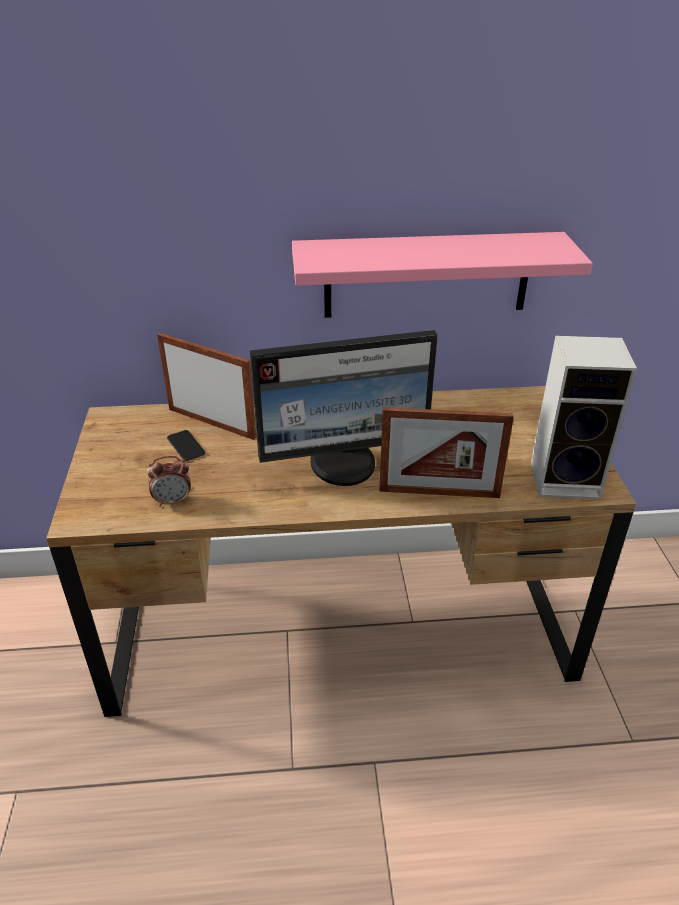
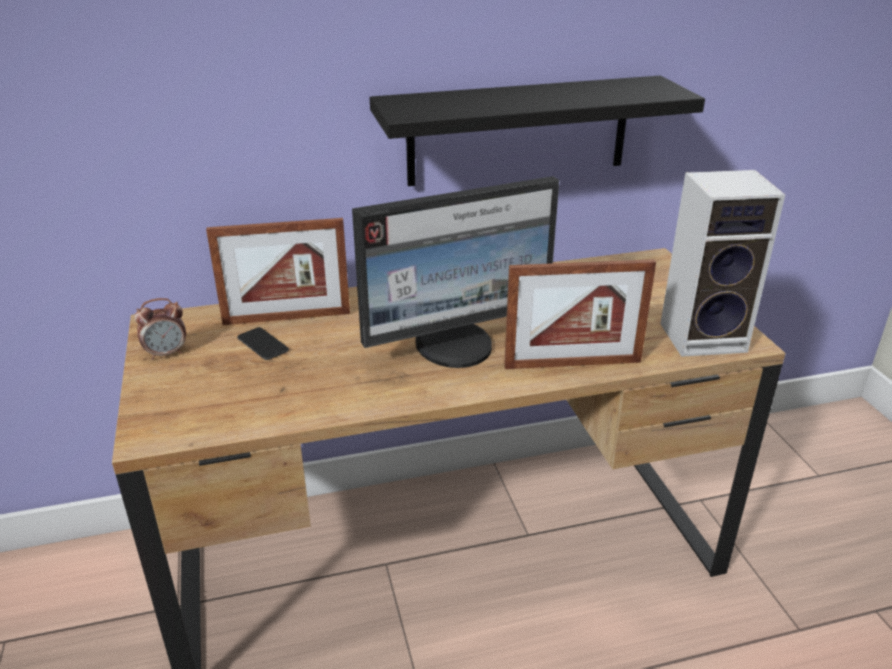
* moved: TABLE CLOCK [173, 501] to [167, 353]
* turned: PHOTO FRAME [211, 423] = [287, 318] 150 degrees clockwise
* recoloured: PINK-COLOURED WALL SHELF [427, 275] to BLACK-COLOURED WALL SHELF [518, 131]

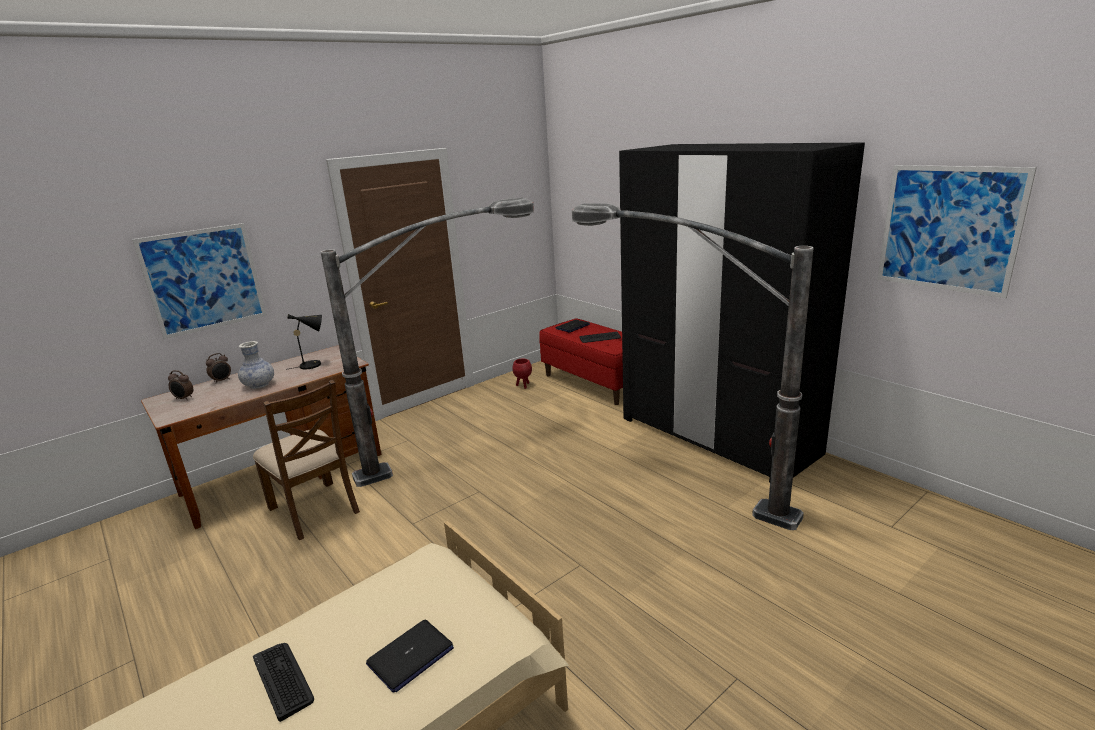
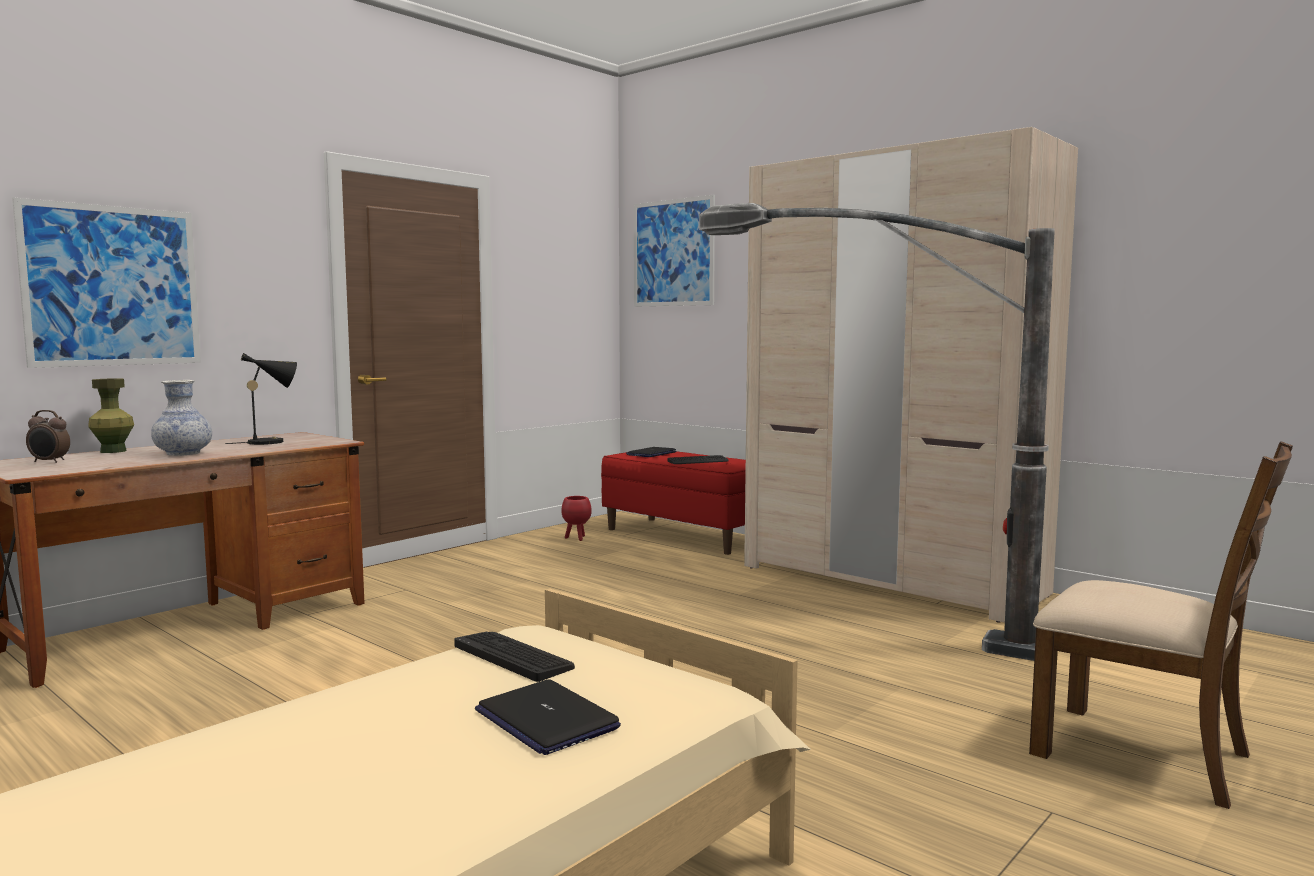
* replaced: TABLE CLOCK [222, 380] to GREEN-COLOURED VASE [113, 451]
* moved: PC KEYBOARD [283, 679] to [513, 656]
* turned: LAPTOP [410, 656] = [546, 719] 105 degrees clockwise
* moved: WALL PICTURE [948, 229] to [673, 253]
* recoloured: BLACK-COLOURED ARMOIRE [716, 435] to BEIGE ARMOIRE [889, 580]
* moved: BROWN CHAIR [315, 509] to [1143, 754]
* removed: FLOOR LAMP [456, 451]

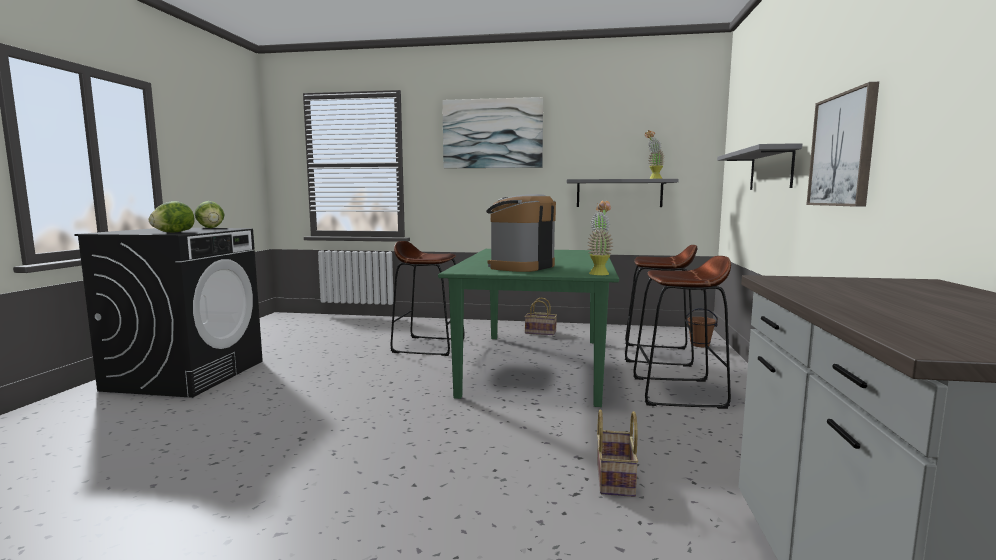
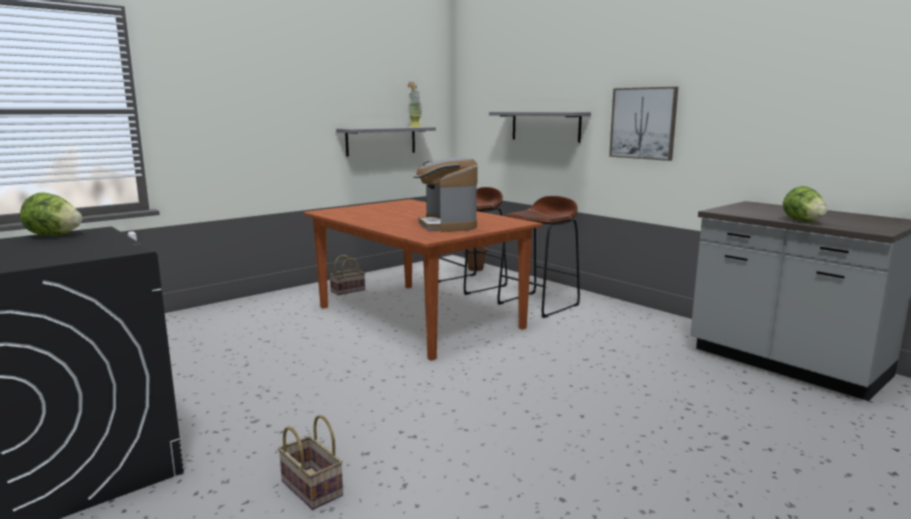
* moved: STORAGE BASKET [613, 478] to [309, 488]
* recoloured: GREEN-COLOURED DINNER TABLE [536, 366] to BROWN DINNER TABLE [419, 317]
* moved: LETTUCE HEAD [173, 232] to [802, 221]
* removed: BROWN STOOL SEAT [429, 346]
* removed: WALL PICTURE [492, 134]
* removed: POTTED PLANT [599, 273]

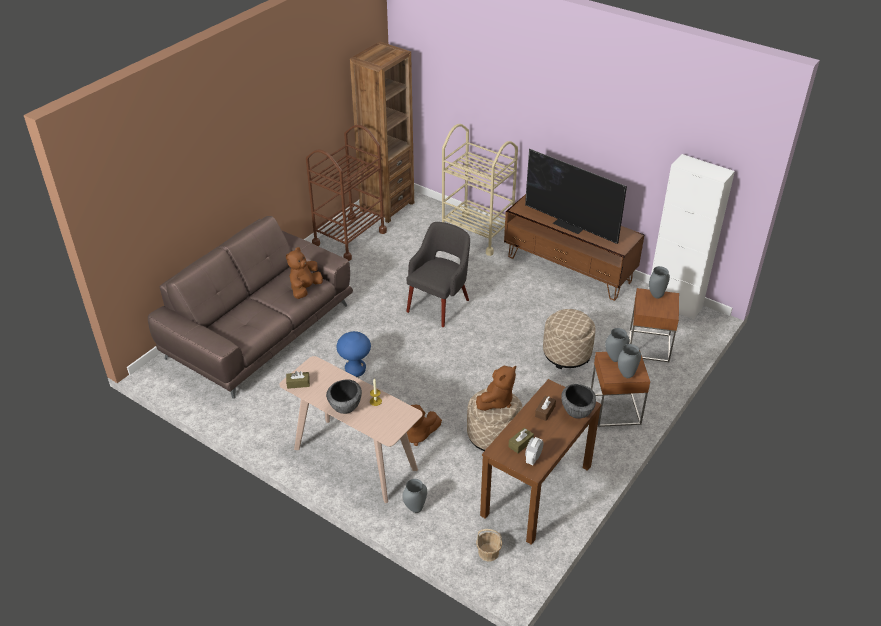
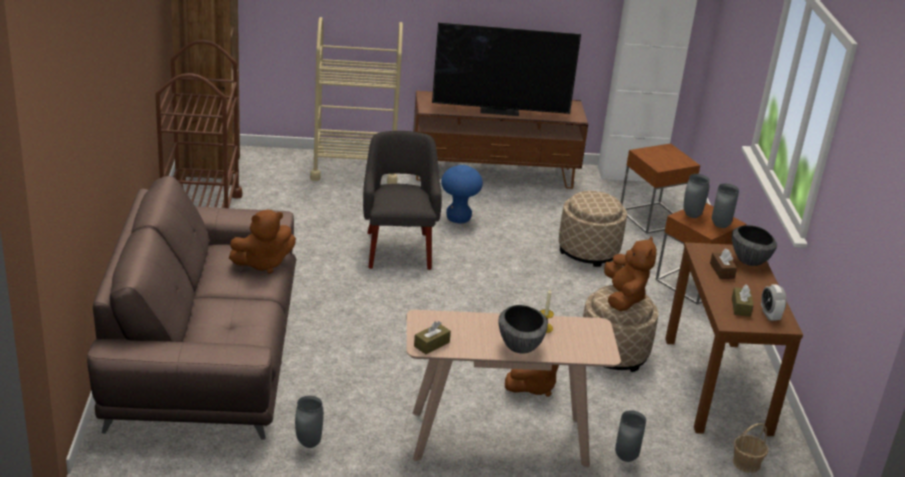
* turned: BROWN SOFT TOY [305, 289] = [263, 263] 105 degrees counterclockwise
* moved: GRAY VASE [656, 295] to [308, 443]
* moved: BLUE STOOL SEAT [355, 371] to [458, 218]

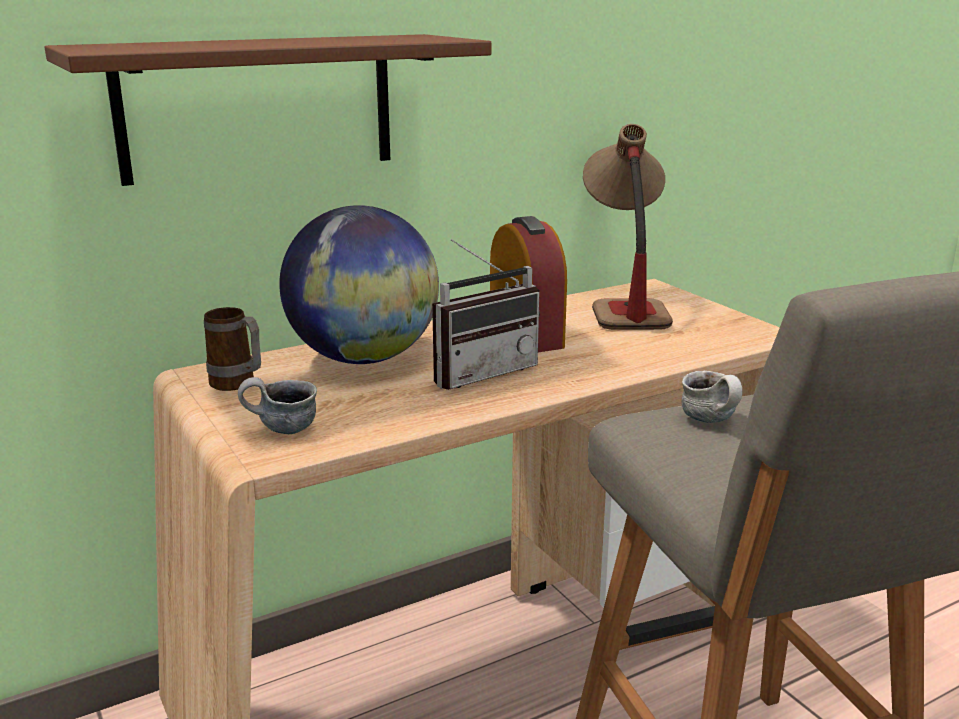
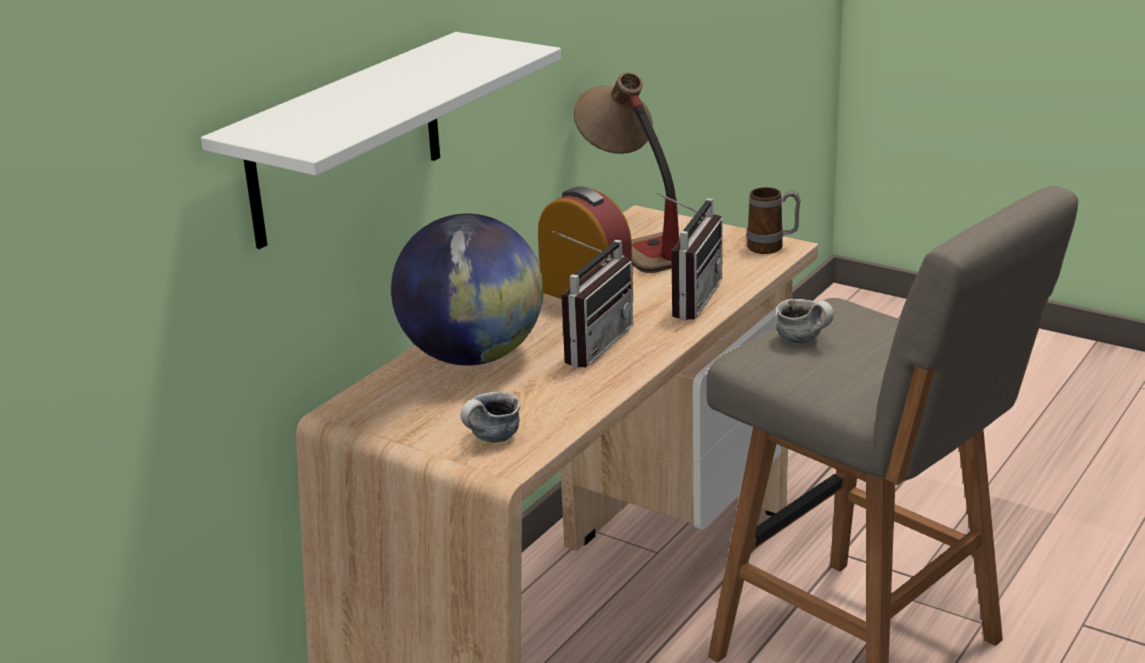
* recoloured: BROWN WALL SHELF [258, 107] to WHITE-COLOURED WALL SHELF [346, 140]
* added: RADIO SET [686, 298]
* moved: COFFEE MUG [238, 385] to [772, 247]

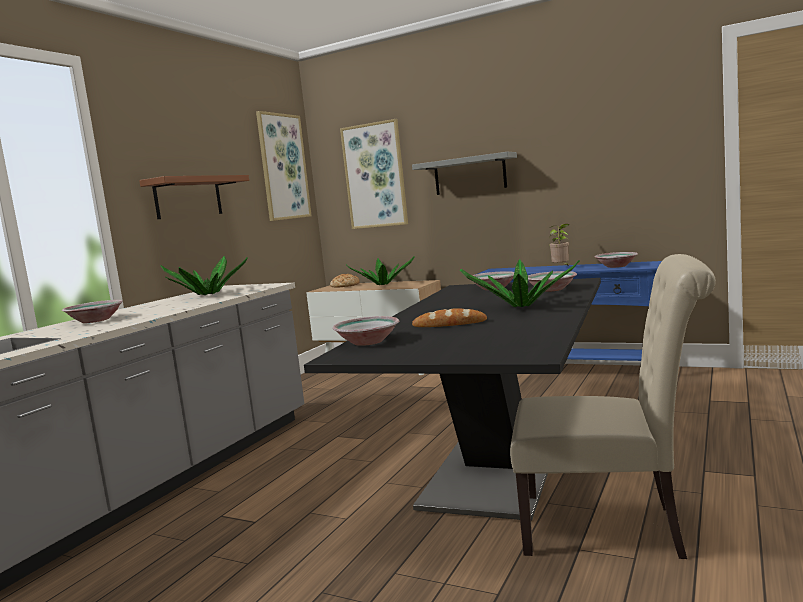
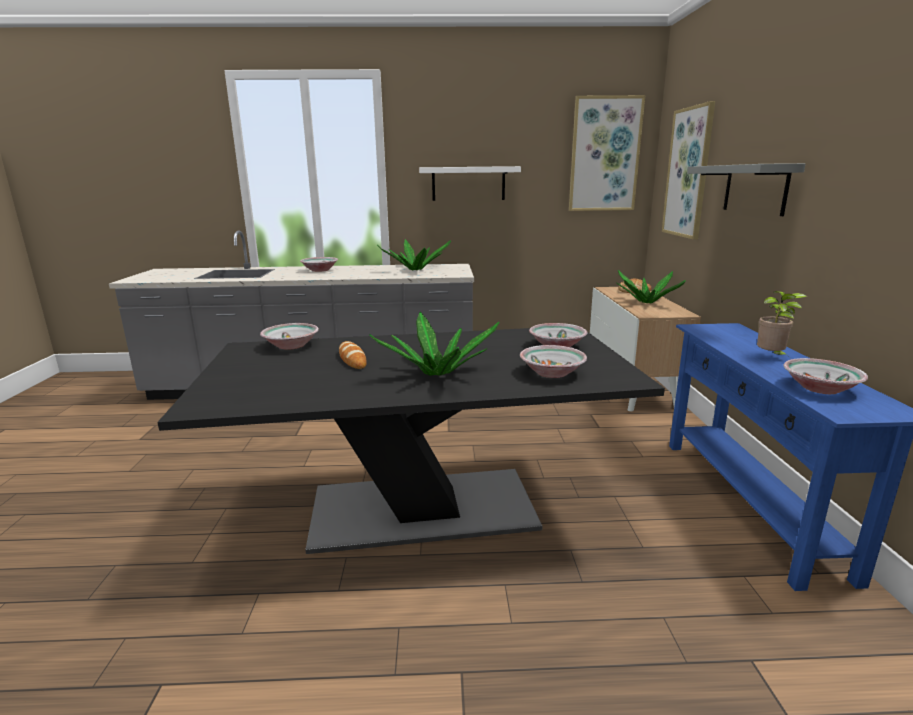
* recoloured: BROWN WALL SHELF [188, 197] to WHITE-COLOURED WALL SHELF [468, 183]
* removed: BEIGE CHAIR [612, 529]

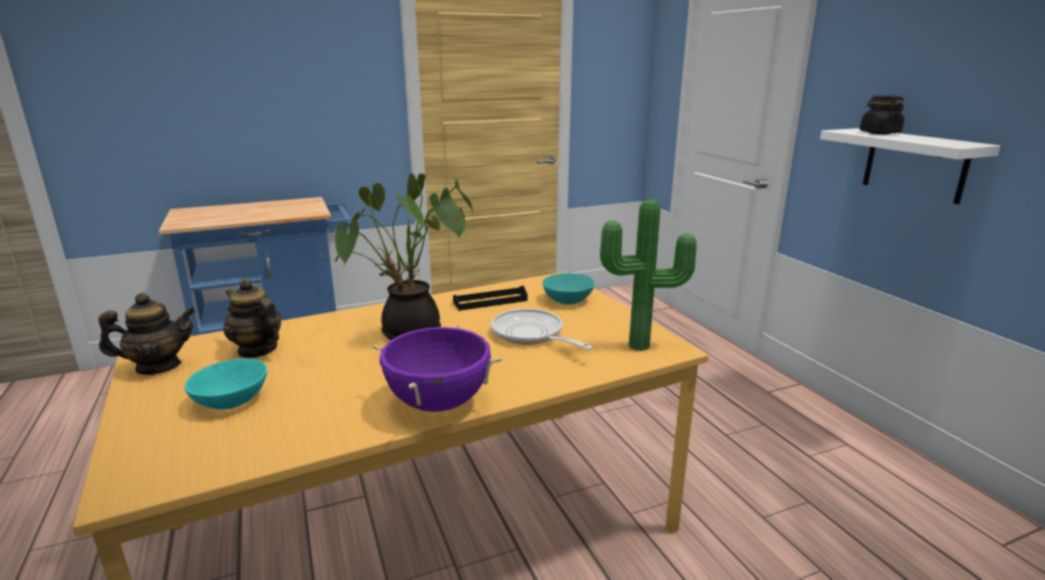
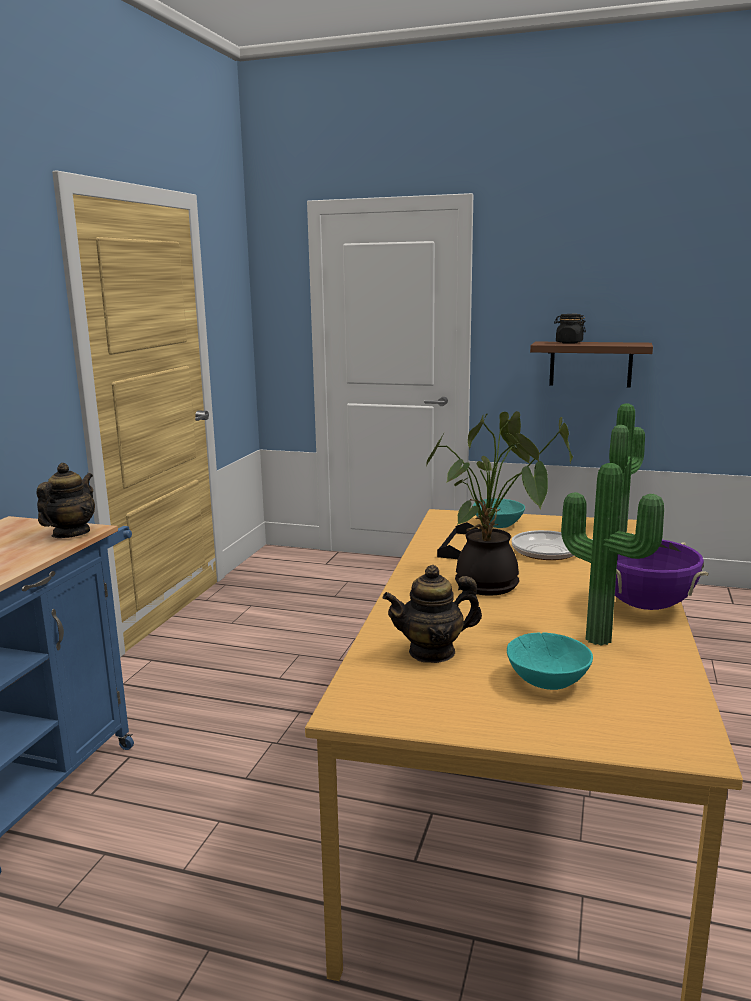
* moved: TEA POT [158, 367] to [70, 533]
* recoloured: WHITE-COLOURED WALL SHELF [914, 165] to BROWN WALL SHELF [590, 364]
* added: POTTED PLANT [601, 638]

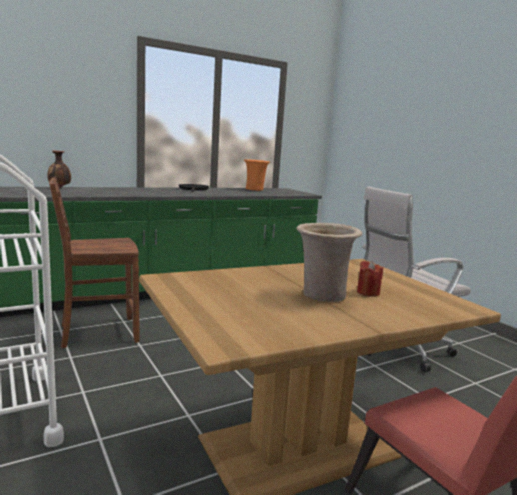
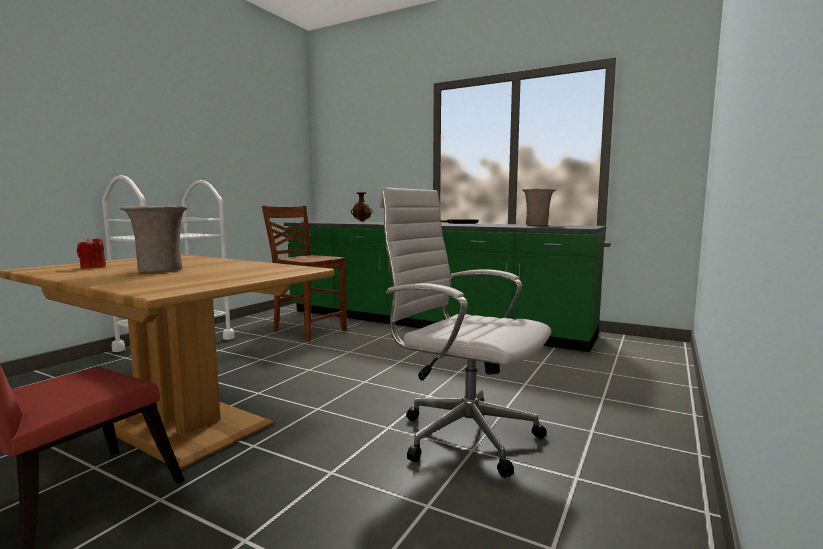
* moved: RED-COLOURED CANDLE [368, 292] to [93, 267]
* recoloured: ORANGEY VASE [255, 189] to BEIGE VASE [537, 225]

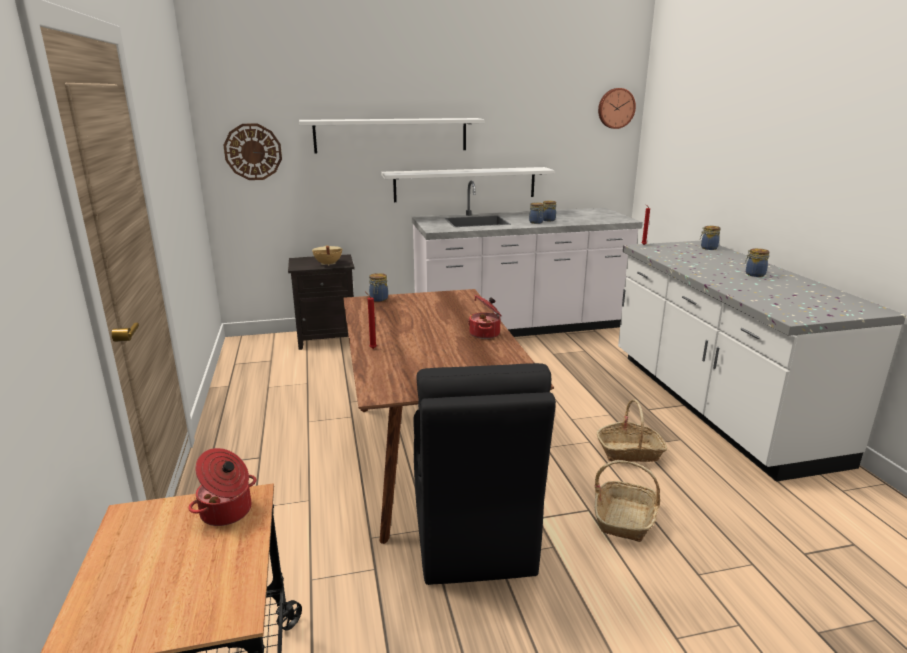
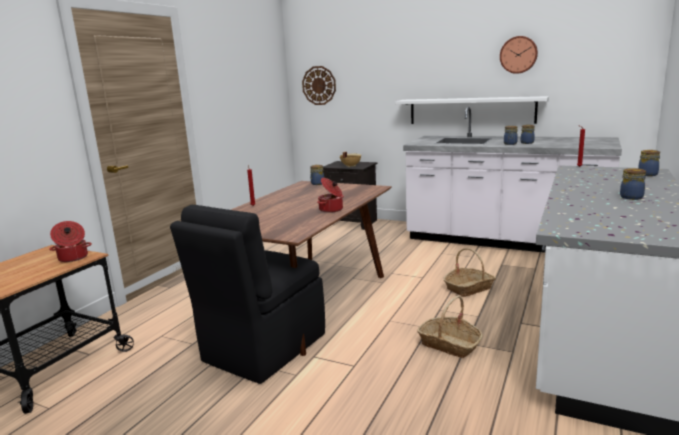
* moved: STORAGE BASKET [625, 518] to [469, 288]
* moved: HANGING CLOCK [615, 108] to [518, 55]
* removed: WHITE-COLOURED WALL SHELF [391, 135]

